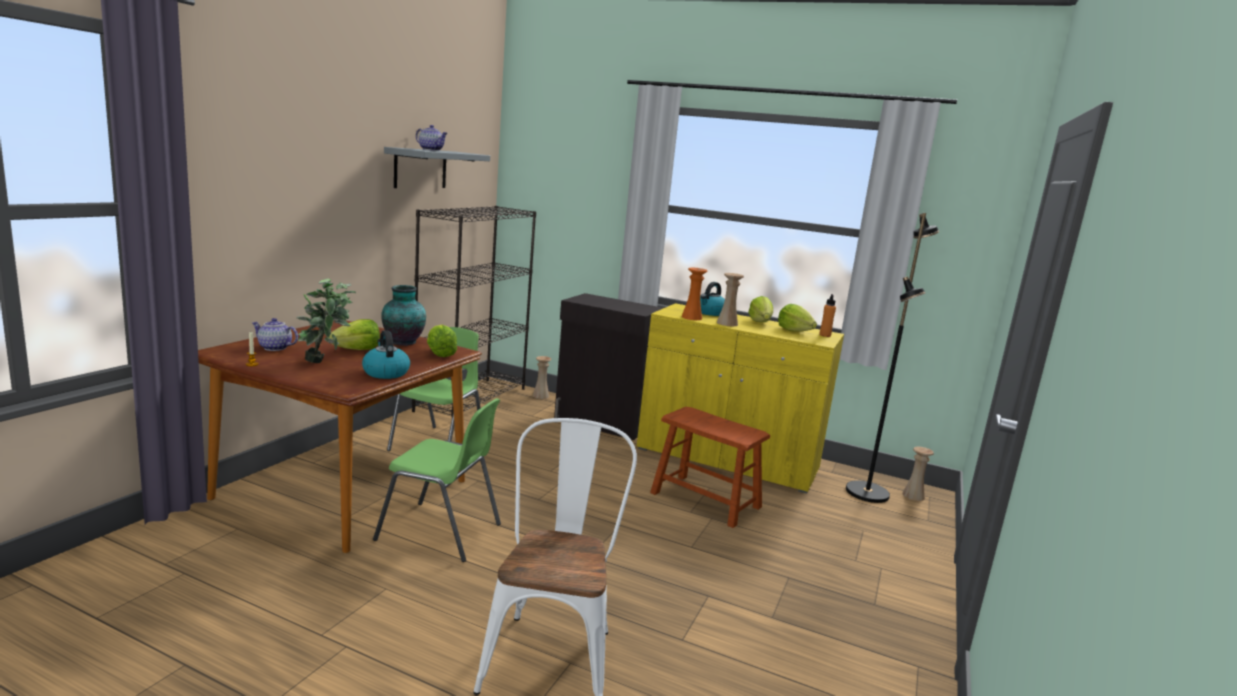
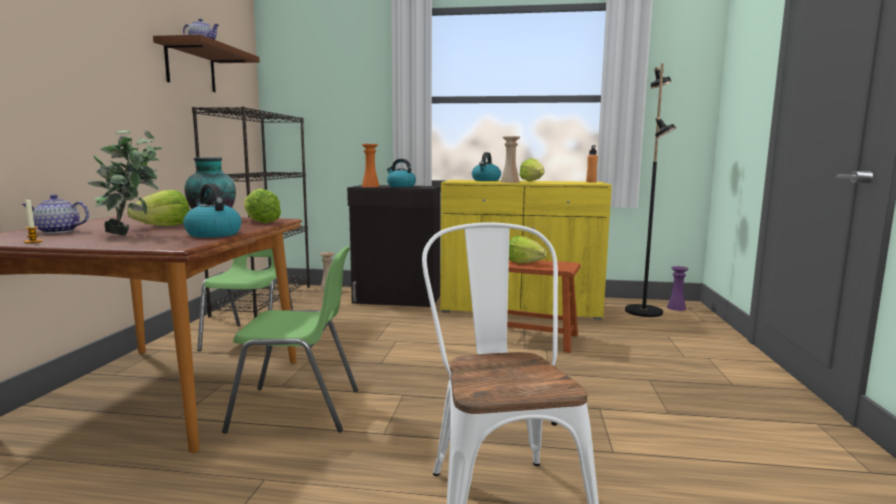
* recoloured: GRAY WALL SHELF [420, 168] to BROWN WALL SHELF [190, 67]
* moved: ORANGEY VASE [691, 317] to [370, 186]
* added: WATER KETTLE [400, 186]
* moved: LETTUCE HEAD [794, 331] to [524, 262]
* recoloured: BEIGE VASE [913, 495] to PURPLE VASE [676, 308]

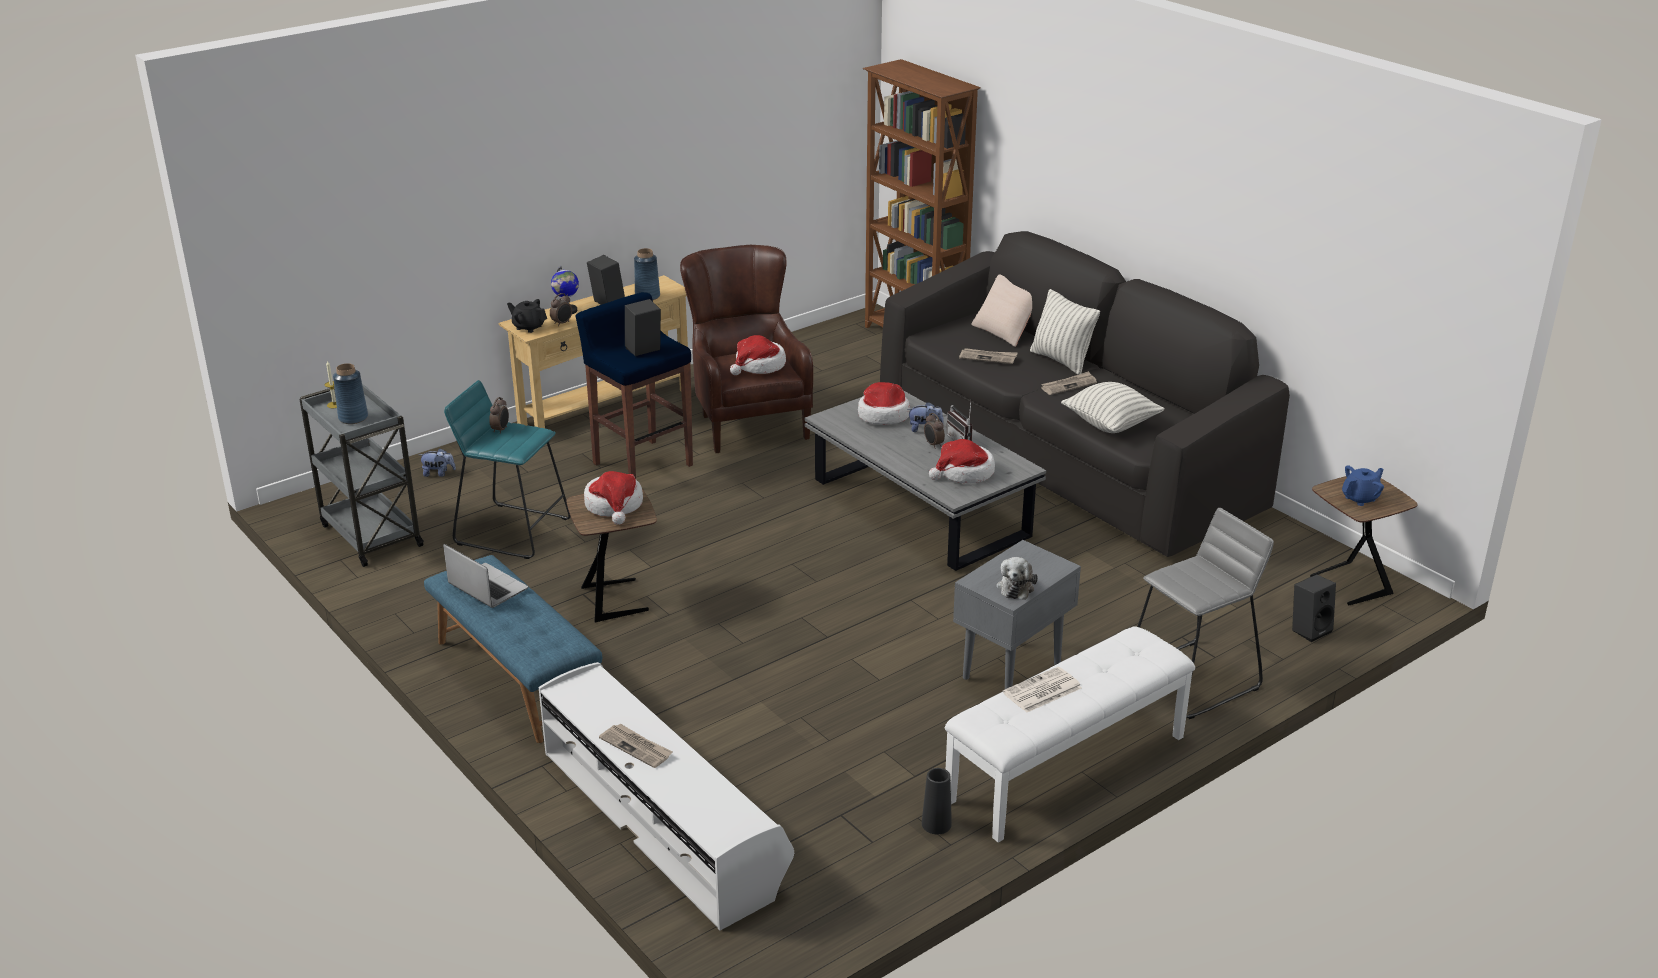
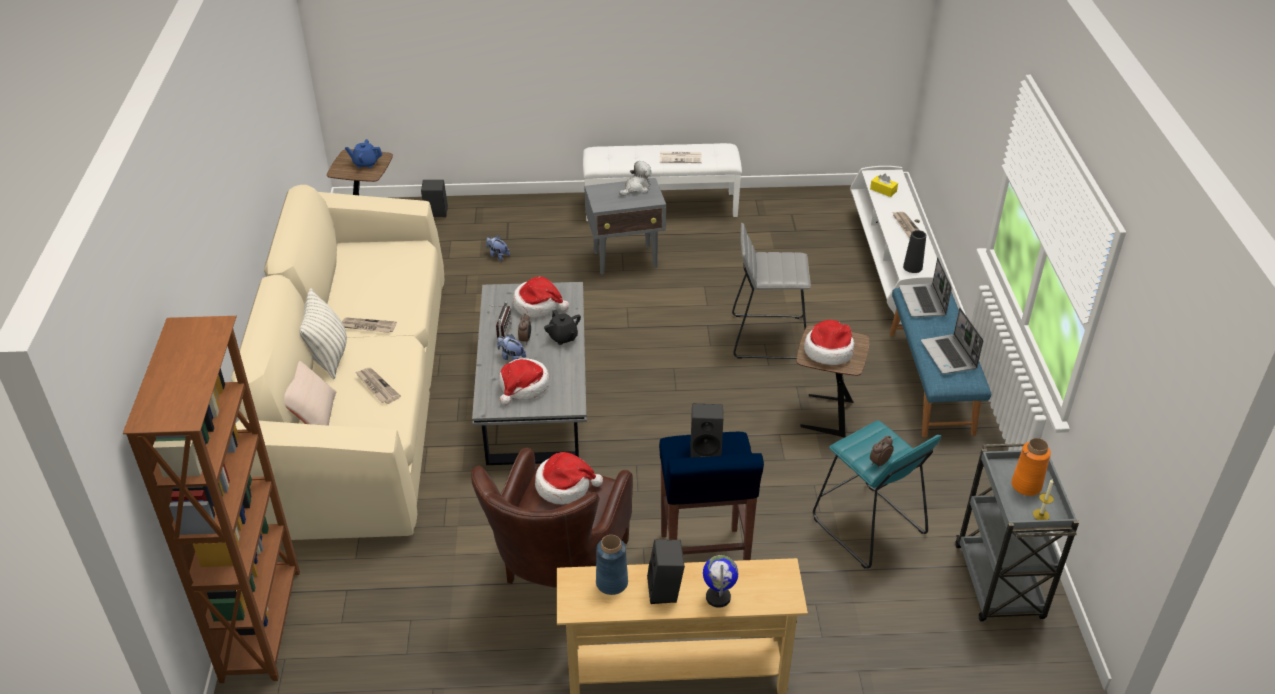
* recoloured: BLACK-COLOURED SETTEE [1065, 453] to BEIGE SETTEE [362, 397]
* moved: SOFT TOY [438, 473] to [497, 255]
* moved: BLACK-COLOURED TEA POT [528, 327] to [563, 337]
* moved: GRAY STOOL SEAT [1192, 680] to [768, 336]
* added: YELLOW-COLOURED TISSUE HOLDER [883, 190]
* added: LAPTOP [923, 302]
* moved: BLACK-COLOURED VASE [936, 824] to [912, 267]
* recoloured: BLUE VASE [353, 418] to ORANGEY VASE [1026, 485]
* removed: TABLE CLOCK [562, 323]
* removed: PILLOW [1110, 424]

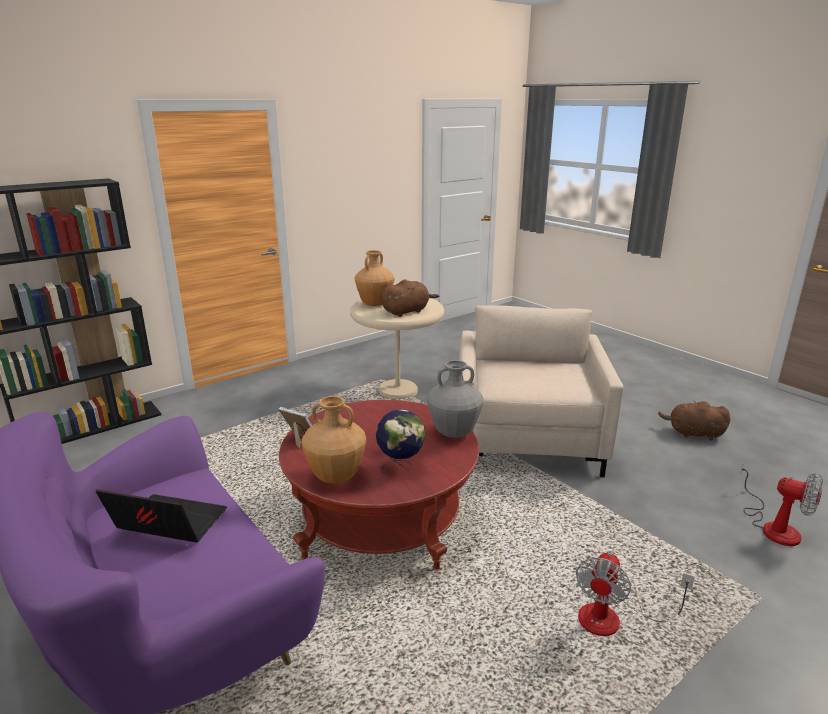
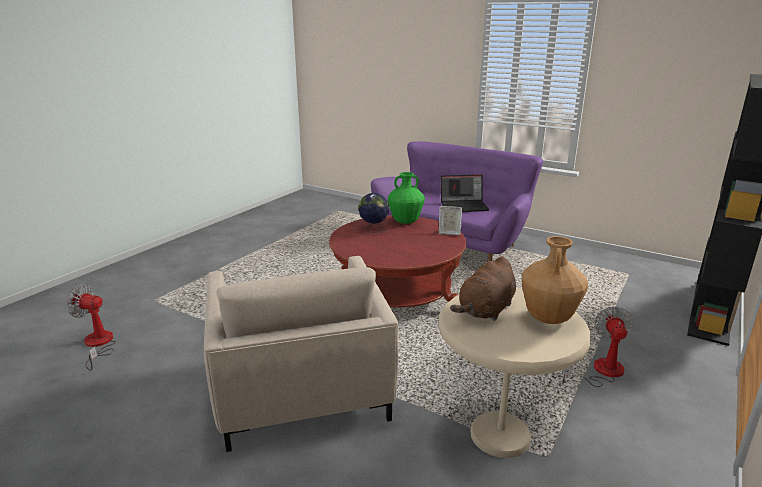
* recoloured: BROWN VASE [335, 477] to GREEN-COLOURED VASE [406, 222]
* moved: ELECTRIC FAN [613, 619] to [600, 372]
* removed: GRAY VASE [453, 433]
* removed: BROWN SOFT TOY [693, 434]

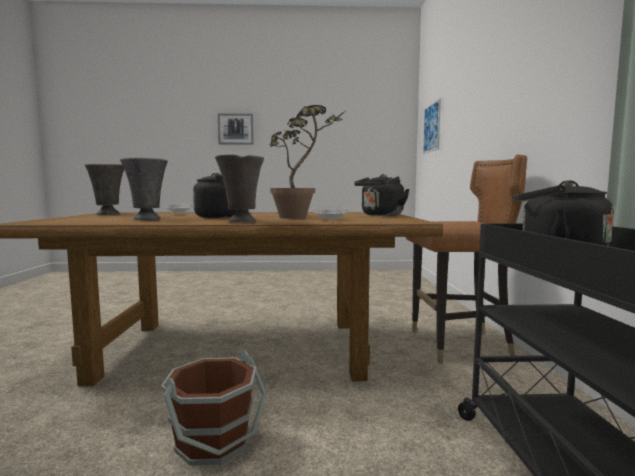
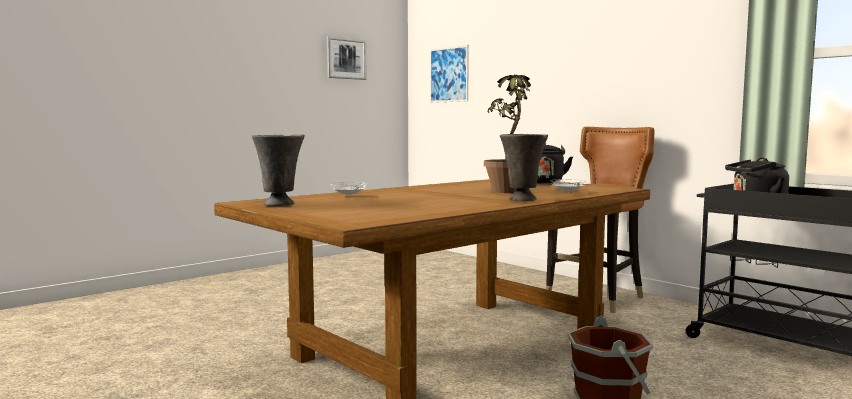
* moved: WALL PICTURE [235, 129] to [346, 58]
* removed: GRAY VASE [147, 219]
* removed: BLACK-COLOURED WATER KETTLE [221, 217]

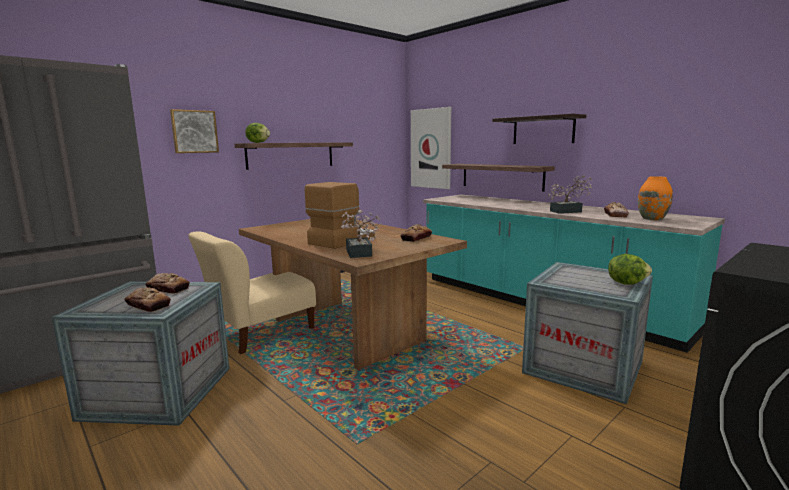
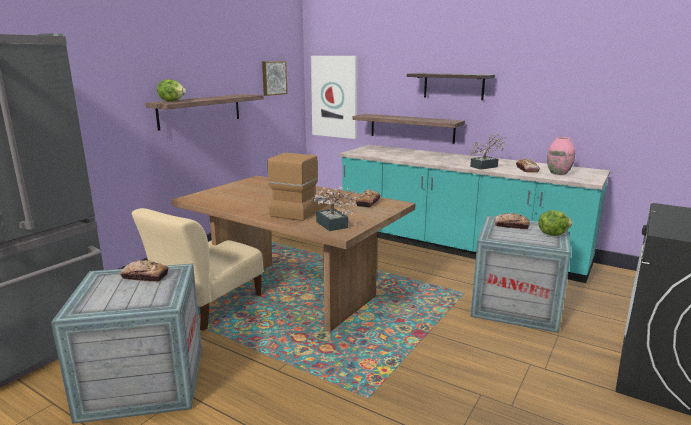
* moved: WALL PICTURE [194, 131] to [273, 78]
* moved: BREAD [148, 305] to [511, 225]
* recoloured: ORANGEY VASE [652, 218] to PINK-COLOURED VASE [558, 173]

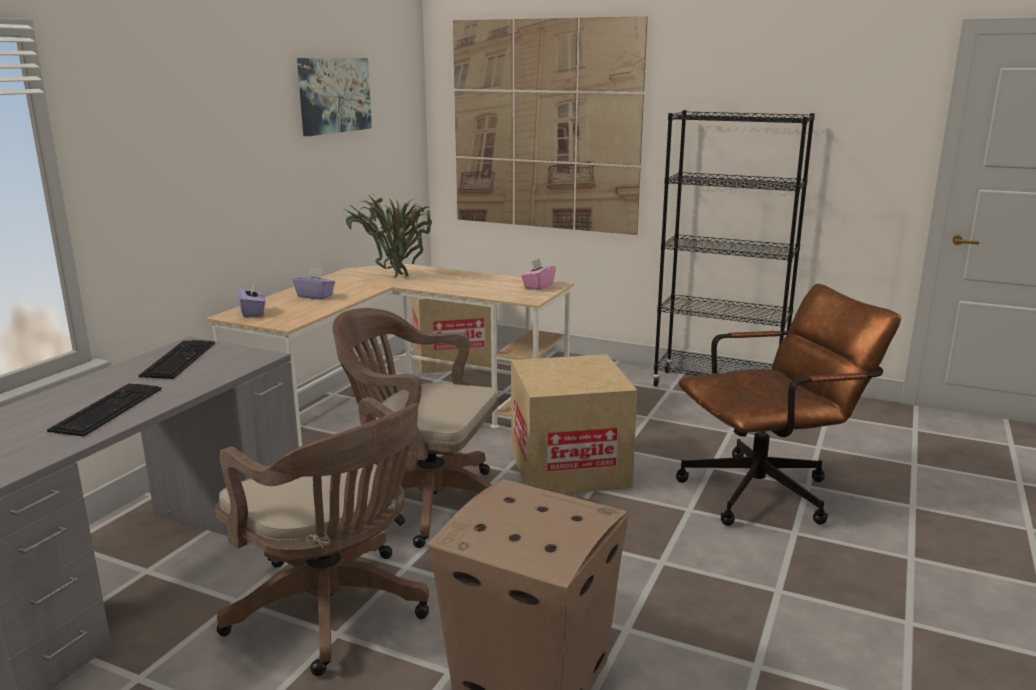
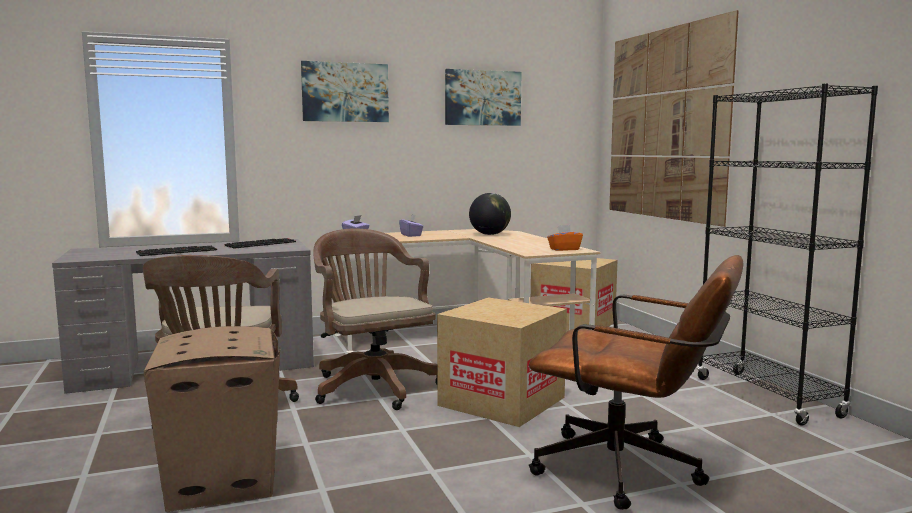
* added: WALL PICTURE [345, 92]
* replaced: POTTED PLANT [395, 276] to GLOBE [489, 234]
* recoloured: PINK-COLOURED TISSUE HOLDER [538, 286] to ORANGEY TISSUE HOLDER [564, 249]

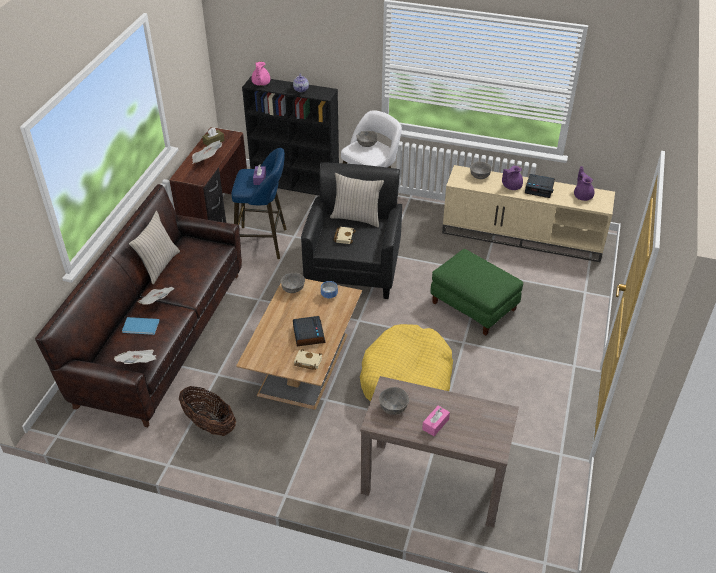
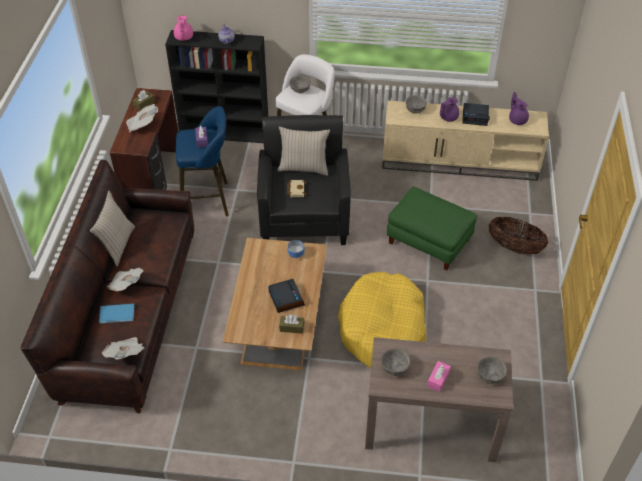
* replaced: BEIGE BOOK [307, 362] to BROWN TISSUE HOLDER [291, 327]
* moved: GRAY BOWL [293, 289] to [490, 376]
* moved: STORAGE BASKET [209, 424] to [514, 247]

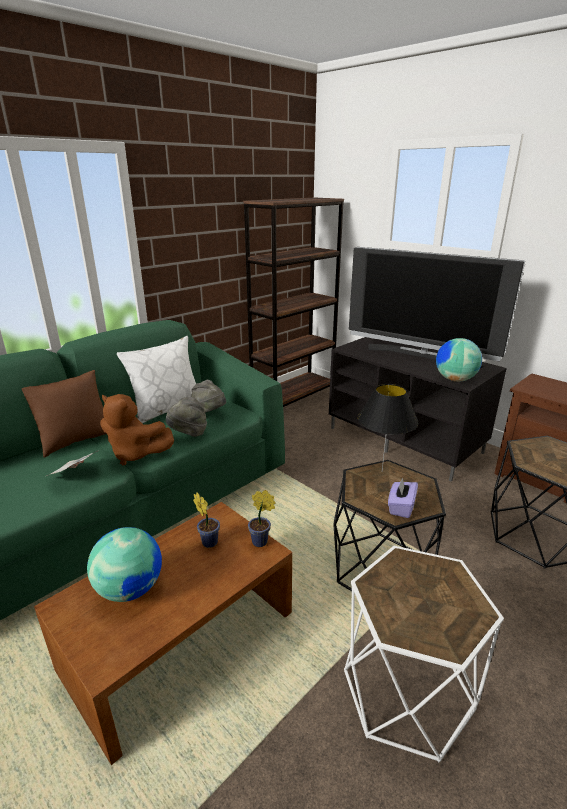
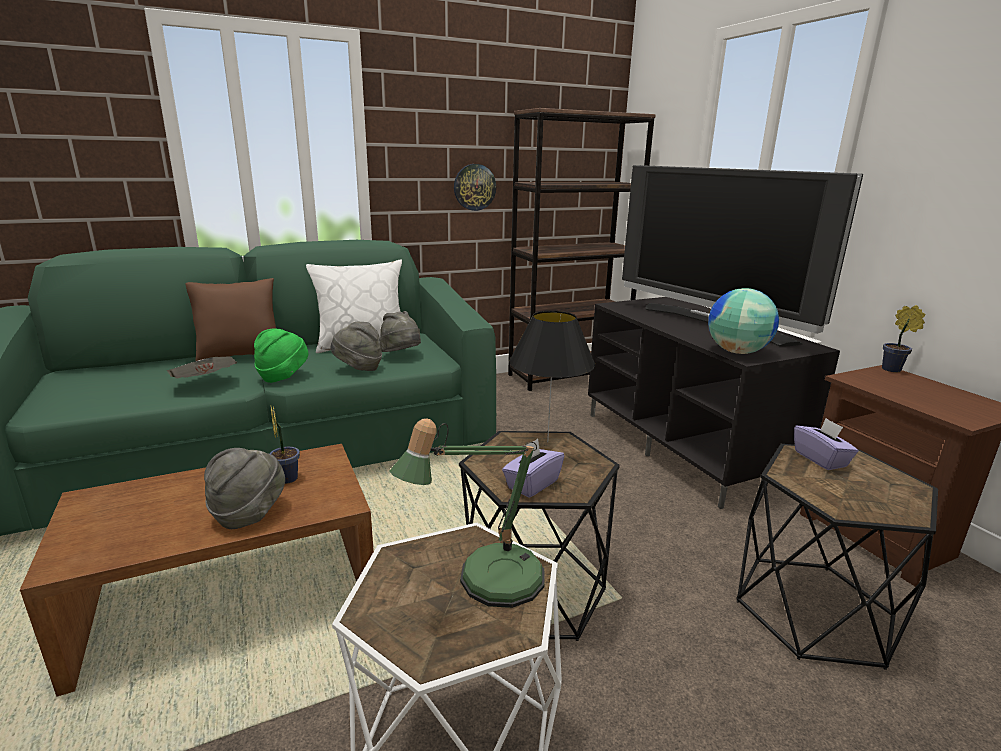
* added: GRAY HAT [249, 514]
* replaced: BROWN SOFT TOY [135, 454] to GREEN-COLOURED HAT [283, 376]
* added: TABLETOP LAMP [488, 582]
* added: HANGING CLOCK [474, 187]
* added: PURPLE TISSUE HOLDER [821, 459]
* moved: POTTED PLANT [262, 542] to [894, 370]
* removed: GLOBE [130, 588]

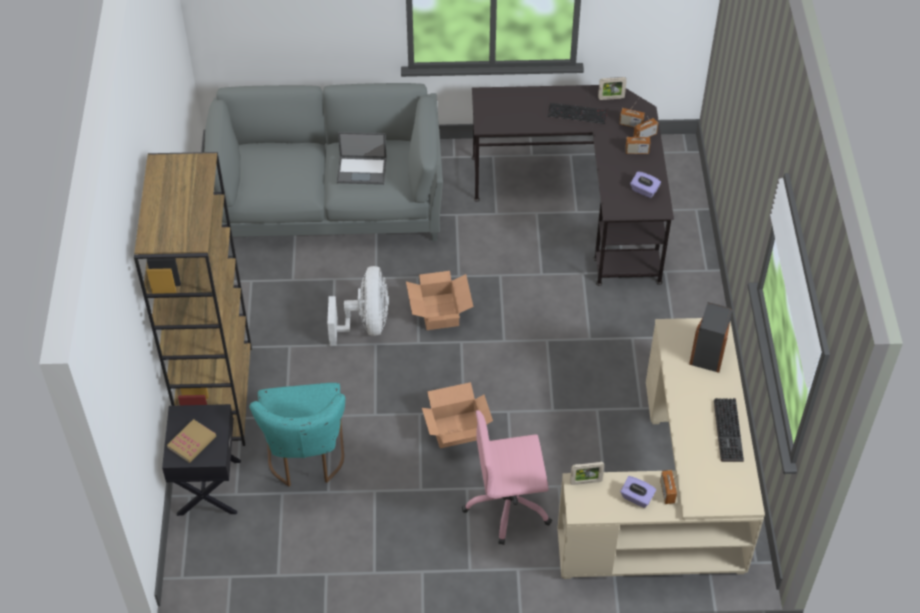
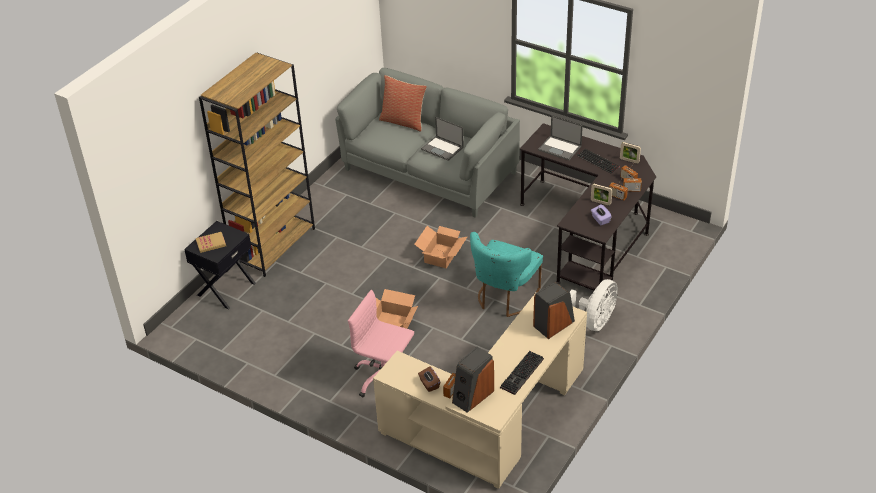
* added: PILLOW [403, 121]
* recoloured: PURPLE TISSUE HOLDER [636, 497] to BROWN TISSUE HOLDER [429, 384]
* added: SPEAKER [472, 396]
* moved: BLUE-GREEN CHAIR [306, 457] to [504, 298]
* added: LAPTOP [560, 148]
* moved: WHITE-COLOURED ELECTRIC FAN [366, 324] to [592, 323]
* moved: PHOTO FRAME [586, 482] to [600, 202]

